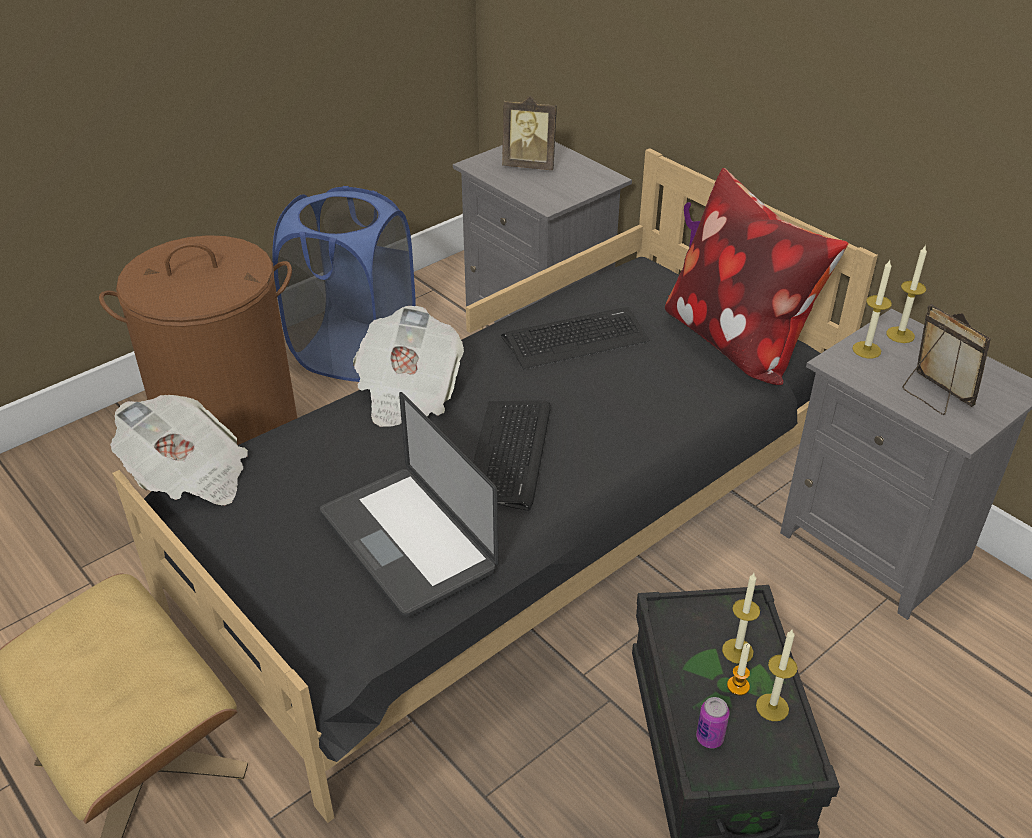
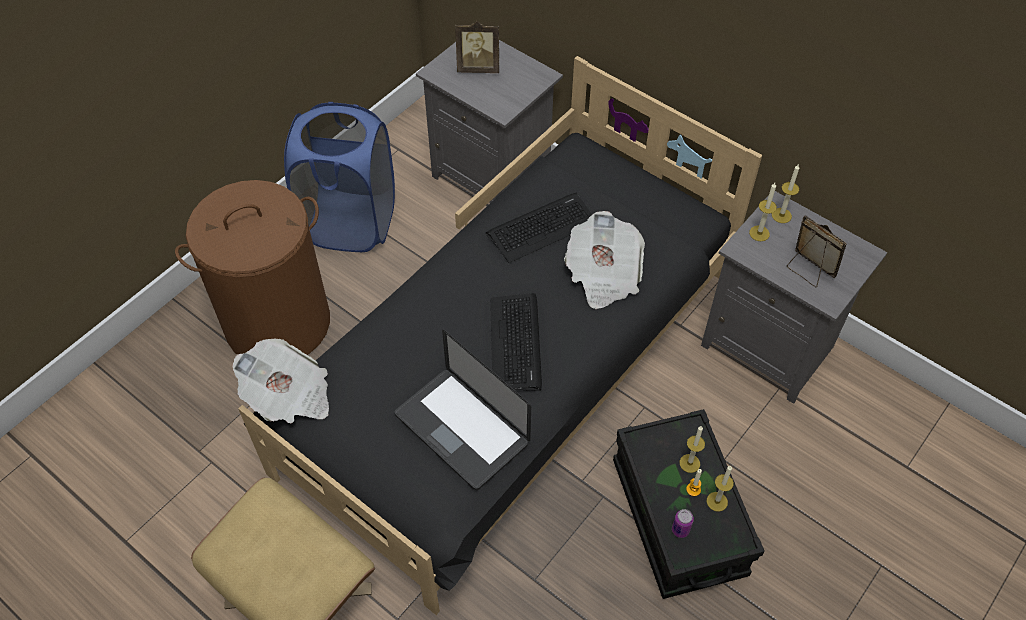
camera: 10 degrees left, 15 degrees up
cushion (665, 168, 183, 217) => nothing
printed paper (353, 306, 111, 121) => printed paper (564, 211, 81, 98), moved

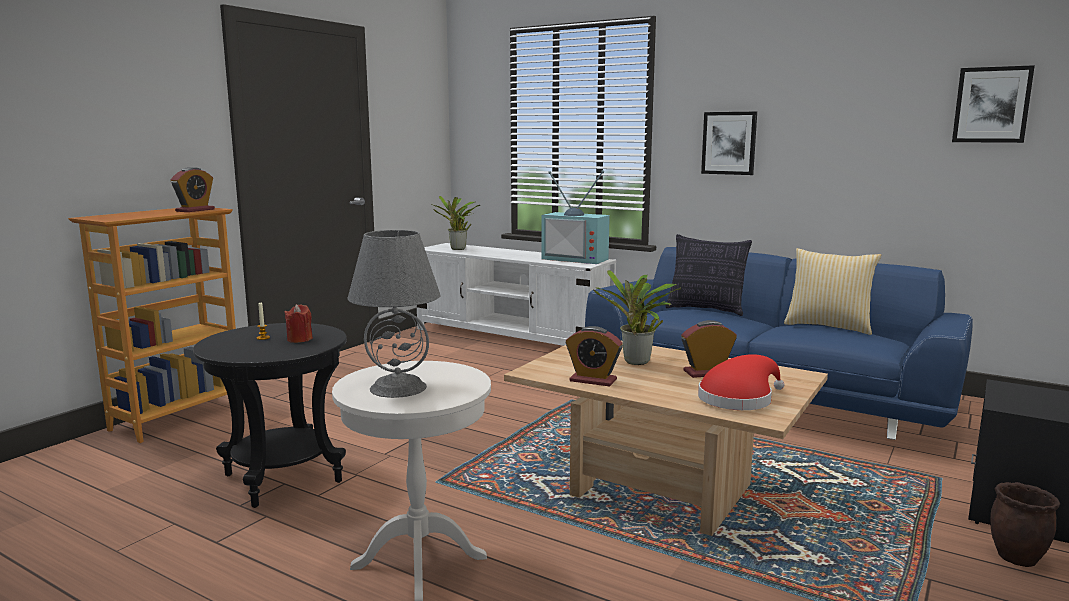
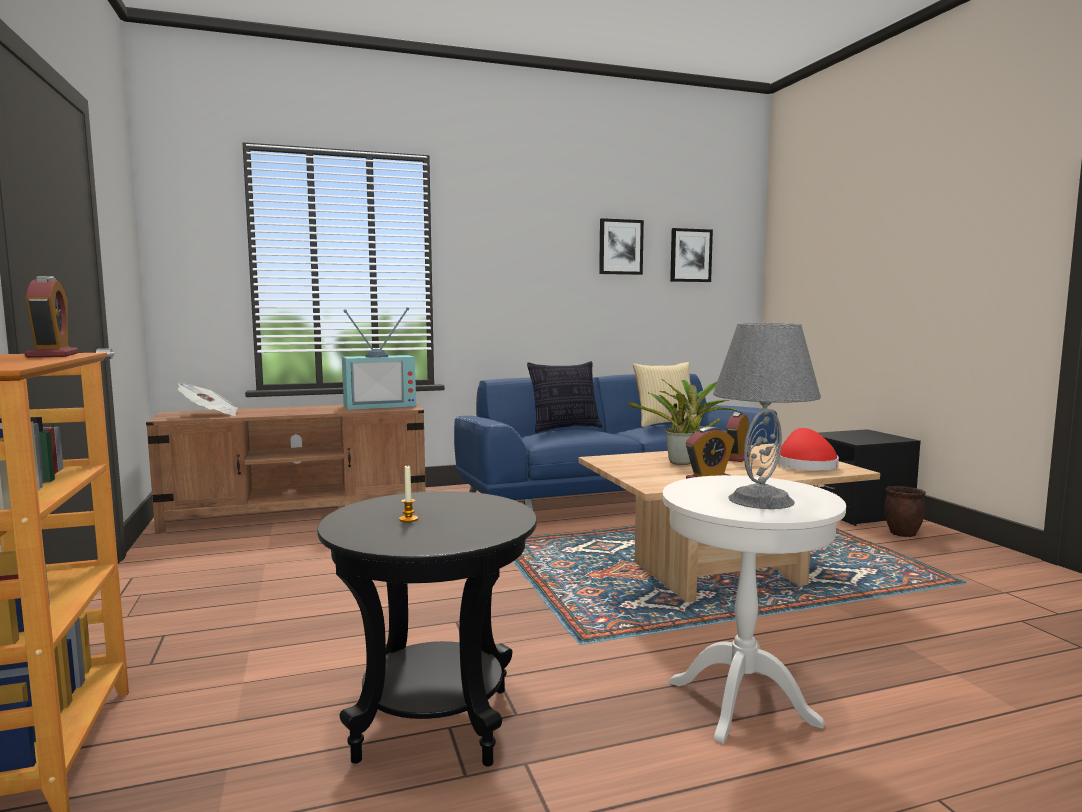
camera: 50 degrees left, 5 degrees down
red-coloured wax light (285, 304, 28, 39) => nothing
picture (701, 112, 56, 63) => picture (599, 218, 45, 57), moved
potted plant (431, 196, 49, 54) => printed paper (178, 383, 60, 33)
whitish tv unit (417, 243, 199, 103) => brown-coloured tv unit (146, 403, 280, 130)

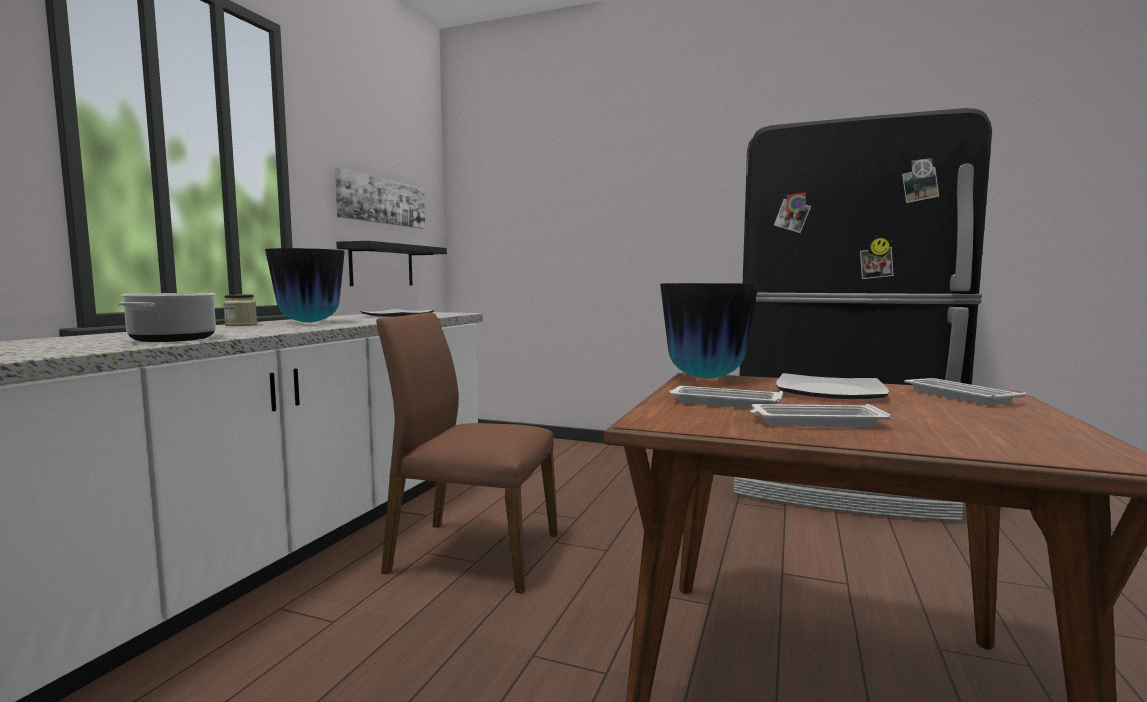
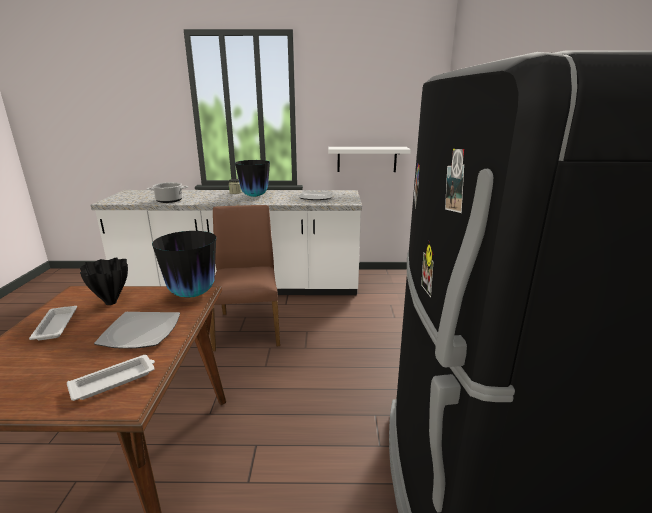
camera: 70 degrees right, 15 degrees up
picture (335, 168, 90, 61) => nothing
whitish tray (669, 386, 114, 23) => black vase (80, 257, 48, 48)
black bracket shelf (336, 241, 111, 45) => whitish bracket shelf (328, 147, 83, 25)

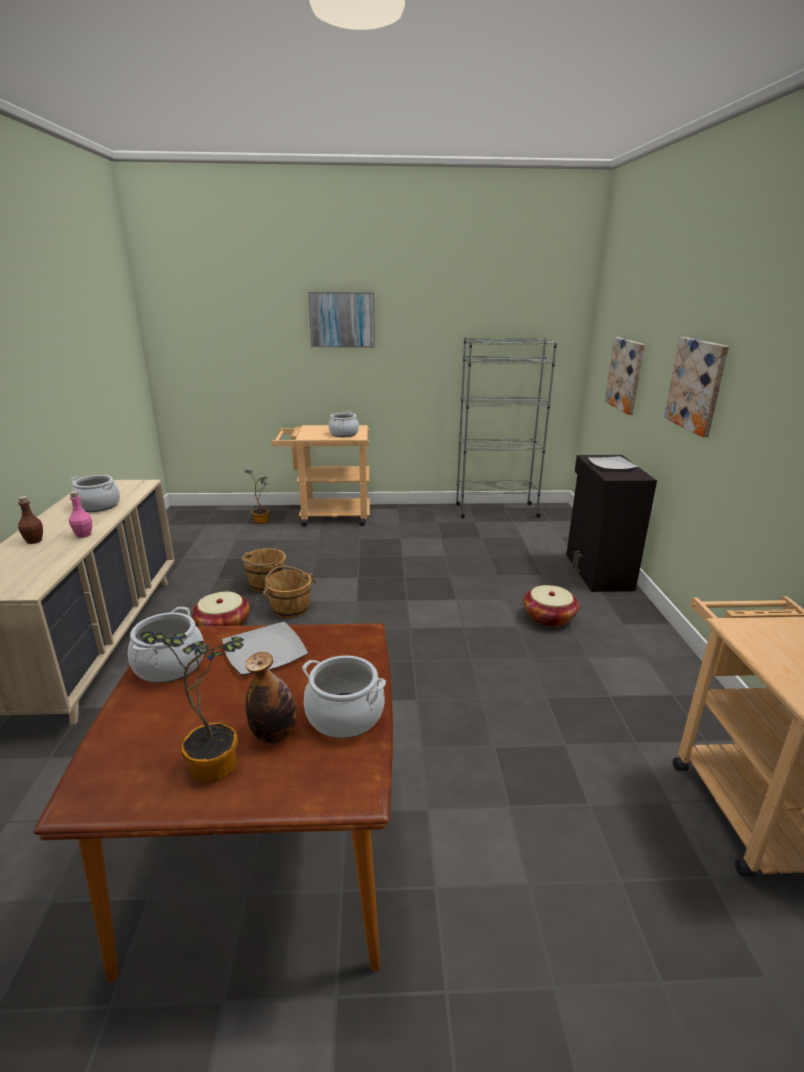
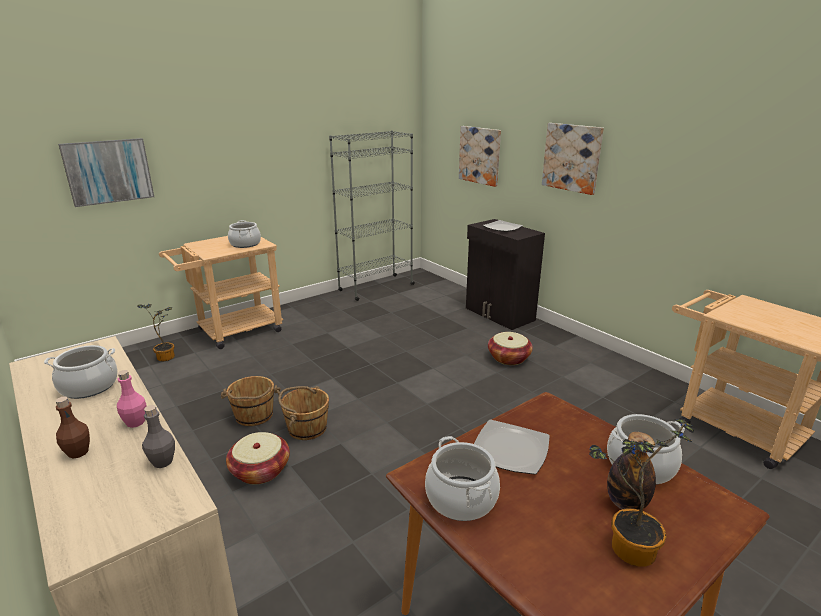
camera: 35 degrees left, 0 degrees up
nothing => greyish drink bottle (142, 405, 33, 63)
picture (308, 292, 67, 56) => picture (58, 138, 96, 69), moved

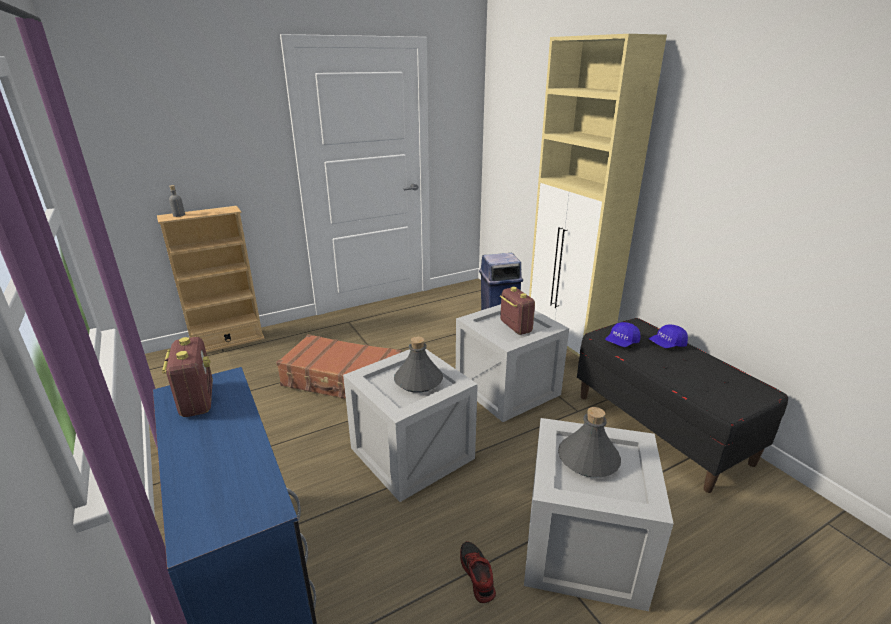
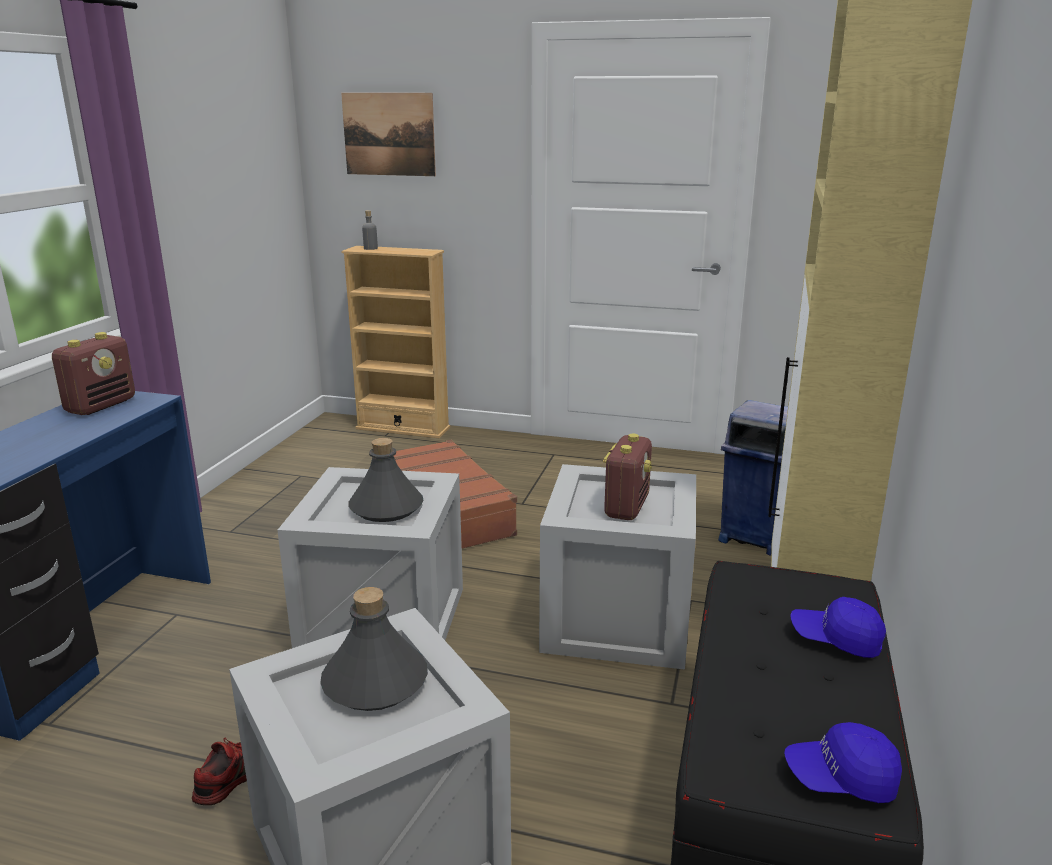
camera: 45 degrees right, 5 degrees down
nothing => picture (341, 93, 95, 83)
blue baseball cap (605, 322, 35, 25) => blue baseball cap (784, 722, 118, 81), moved

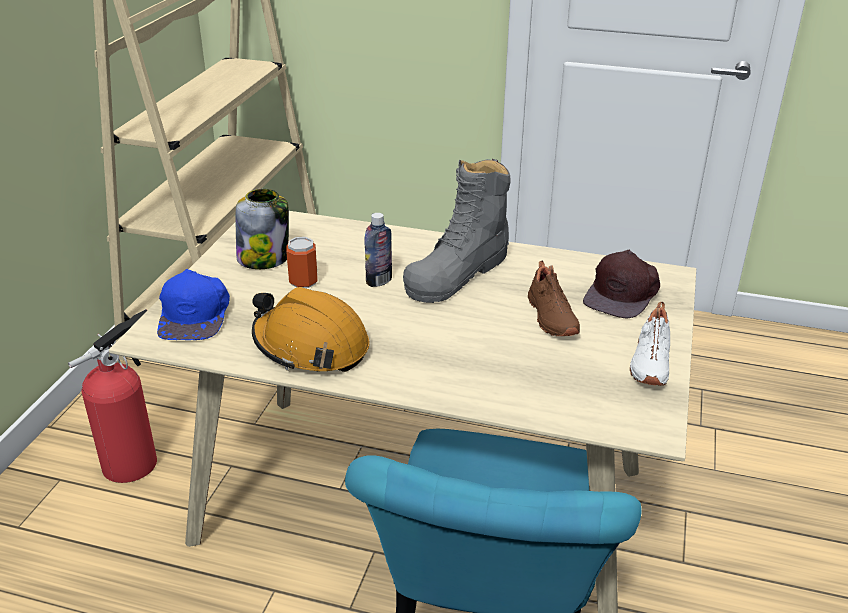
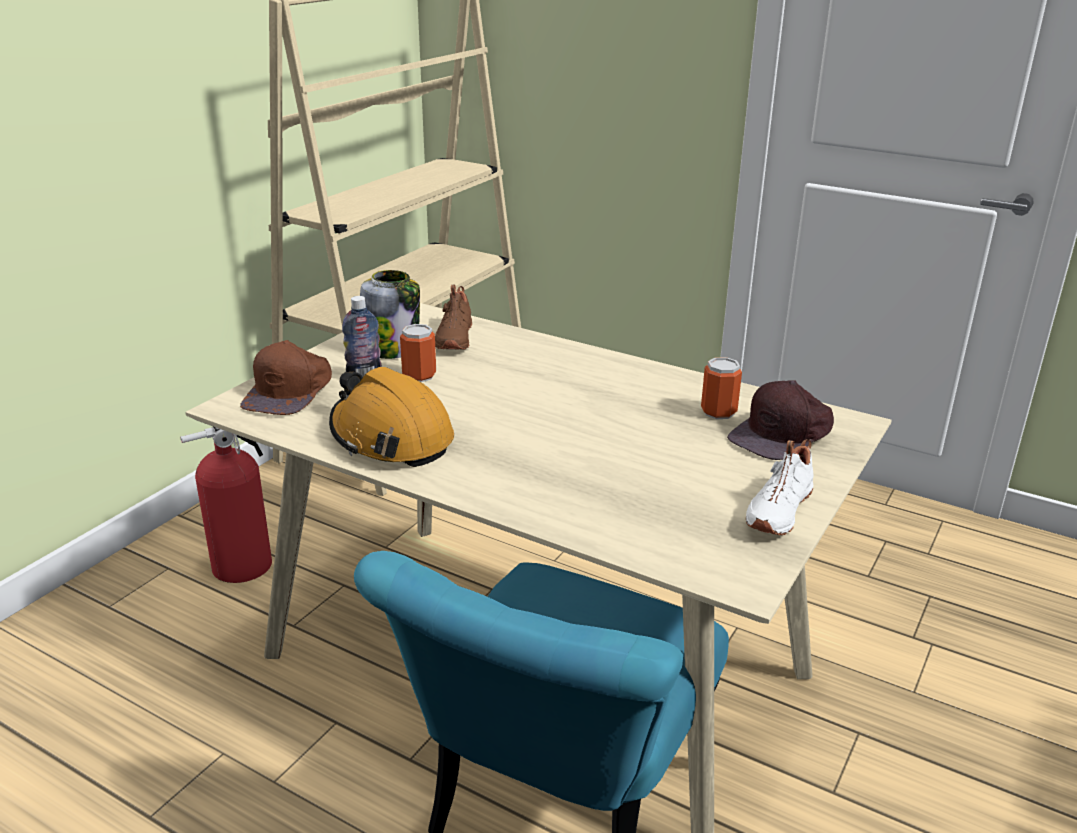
camera: 15 degrees right, 5 degrees down
greyish high-top boot (403, 159, 108, 144) => nothing
nothing => sealed can (701, 357, 41, 62)
drink bottle (365, 213, 27, 74) => drink bottle (342, 296, 40, 81), moved
brown-coloured shoe (528, 261, 52, 75) => brown-coloured shoe (435, 285, 37, 64), moved
blue baseball cap (157, 269, 73, 71) => brown-coloured baseball cap (240, 340, 92, 75)

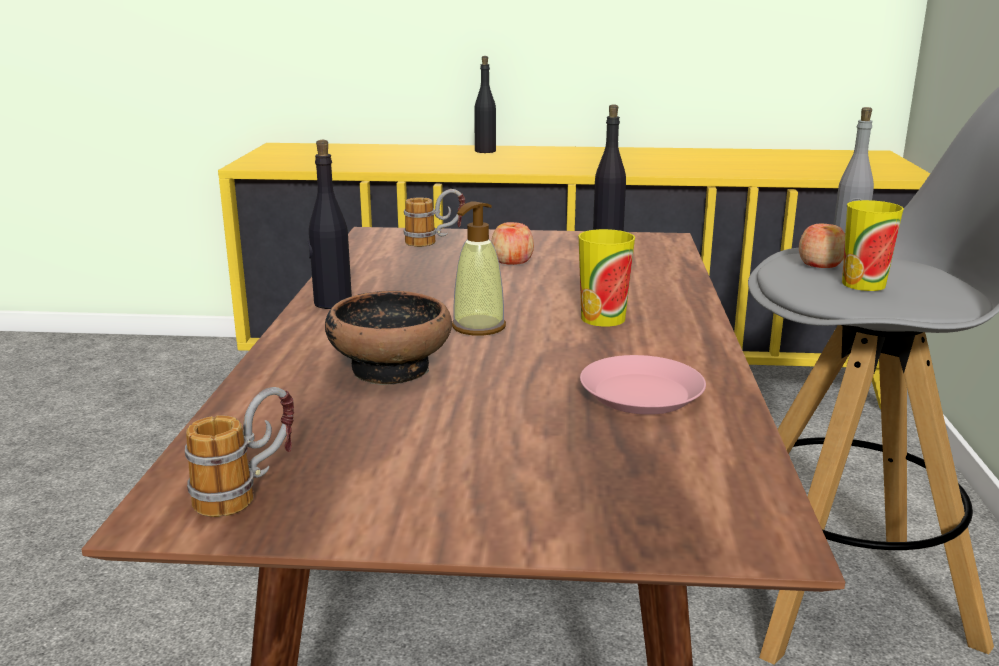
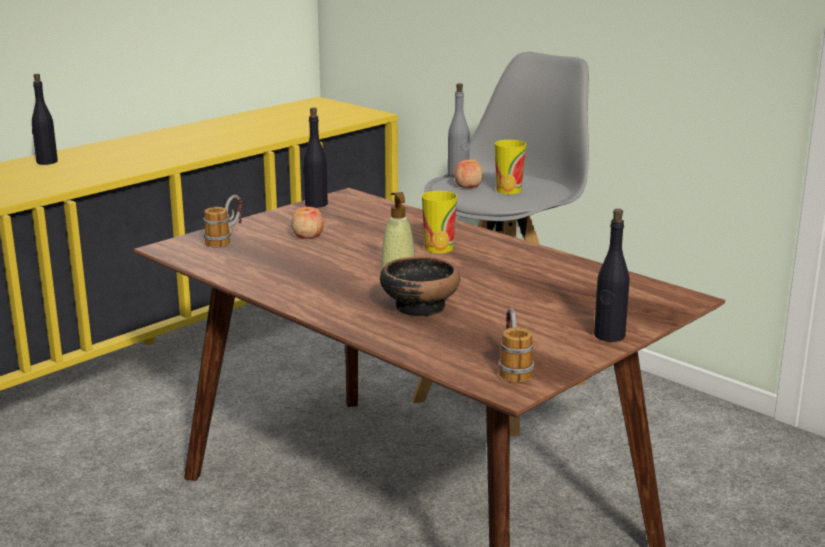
camera: 50 degrees left, 0 degrees up
pink-coloured plate (580, 355, 126, 60) => nothing
black drink bottle (308, 140, 44, 169) => black drink bottle (594, 209, 35, 133), moved

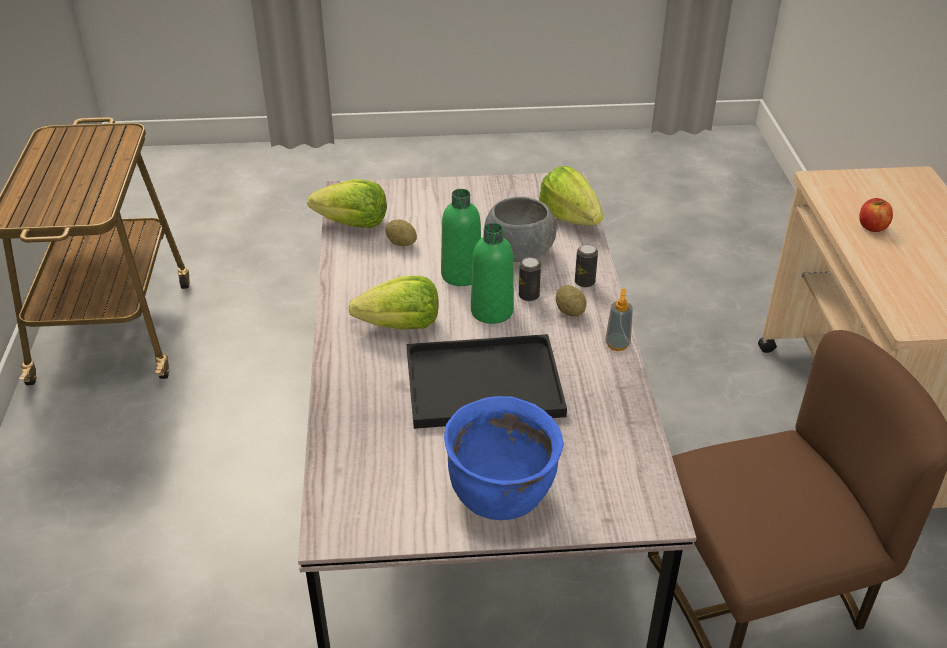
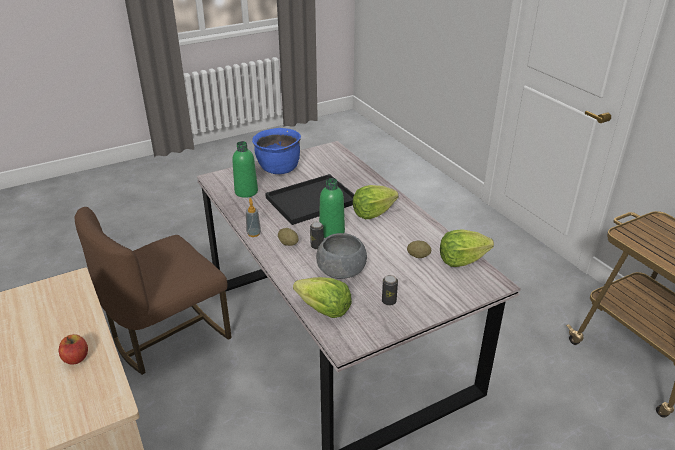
camera: 155 degrees right, 5 degrees down
green-coloured drink bottle (441, 189, 40, 97) => green-coloured drink bottle (232, 141, 26, 57), moved
sealed can (575, 244, 23, 43) => sealed can (382, 275, 16, 31), moved

